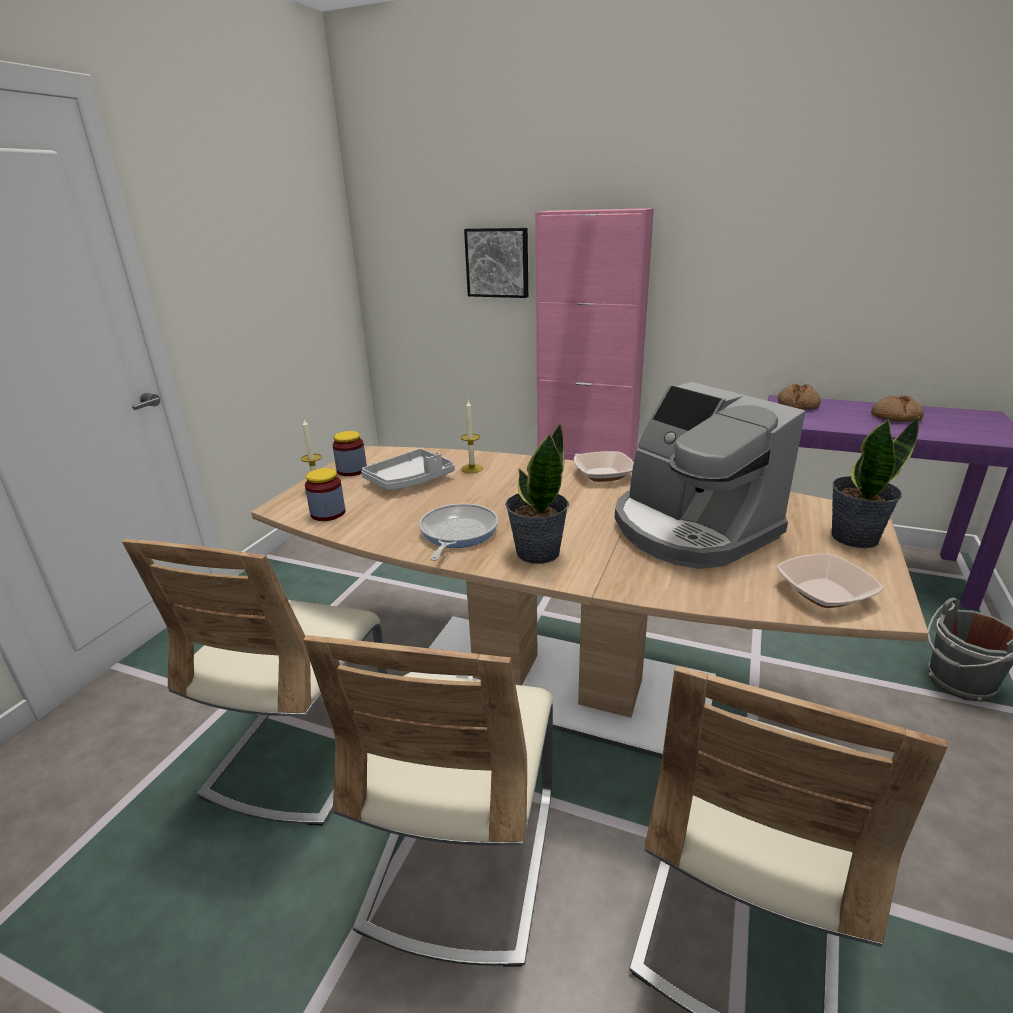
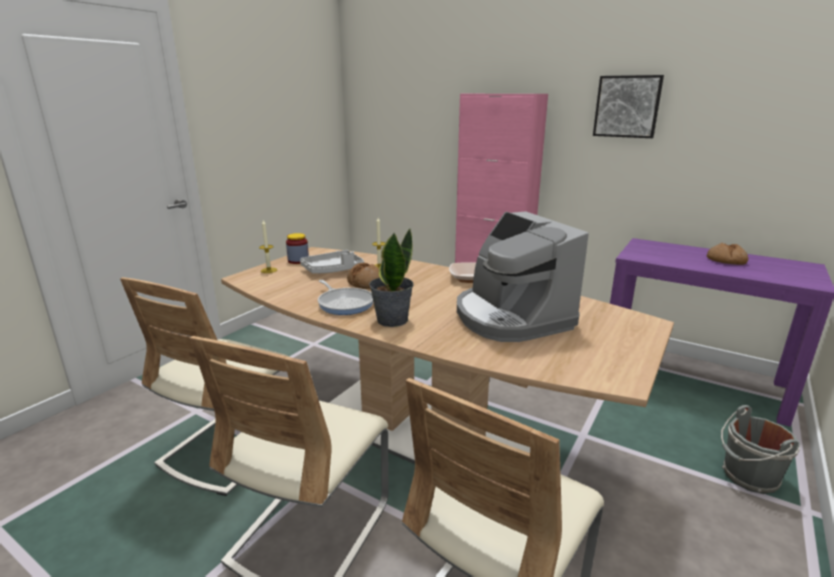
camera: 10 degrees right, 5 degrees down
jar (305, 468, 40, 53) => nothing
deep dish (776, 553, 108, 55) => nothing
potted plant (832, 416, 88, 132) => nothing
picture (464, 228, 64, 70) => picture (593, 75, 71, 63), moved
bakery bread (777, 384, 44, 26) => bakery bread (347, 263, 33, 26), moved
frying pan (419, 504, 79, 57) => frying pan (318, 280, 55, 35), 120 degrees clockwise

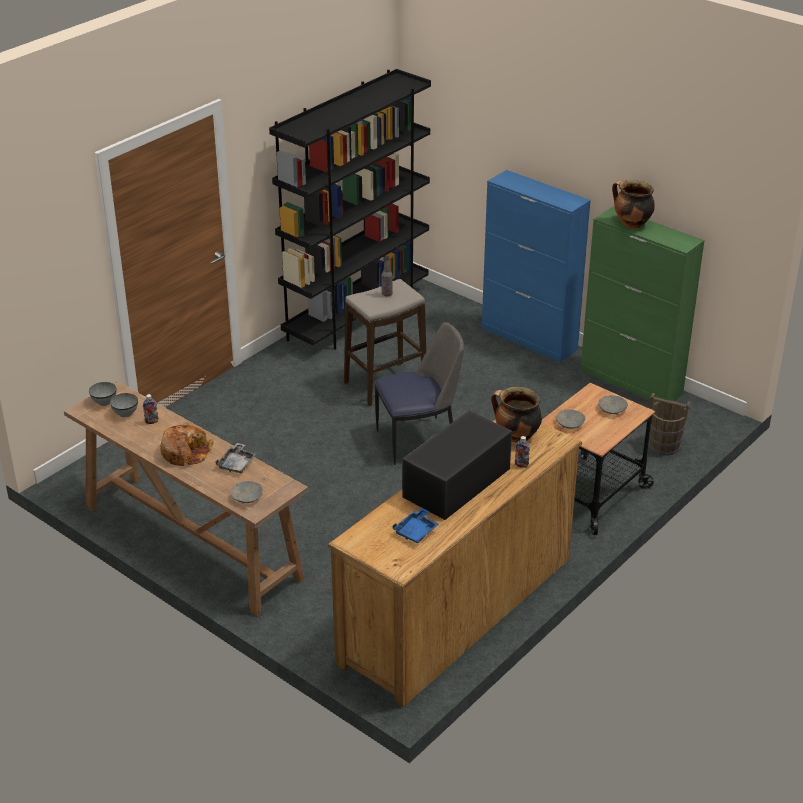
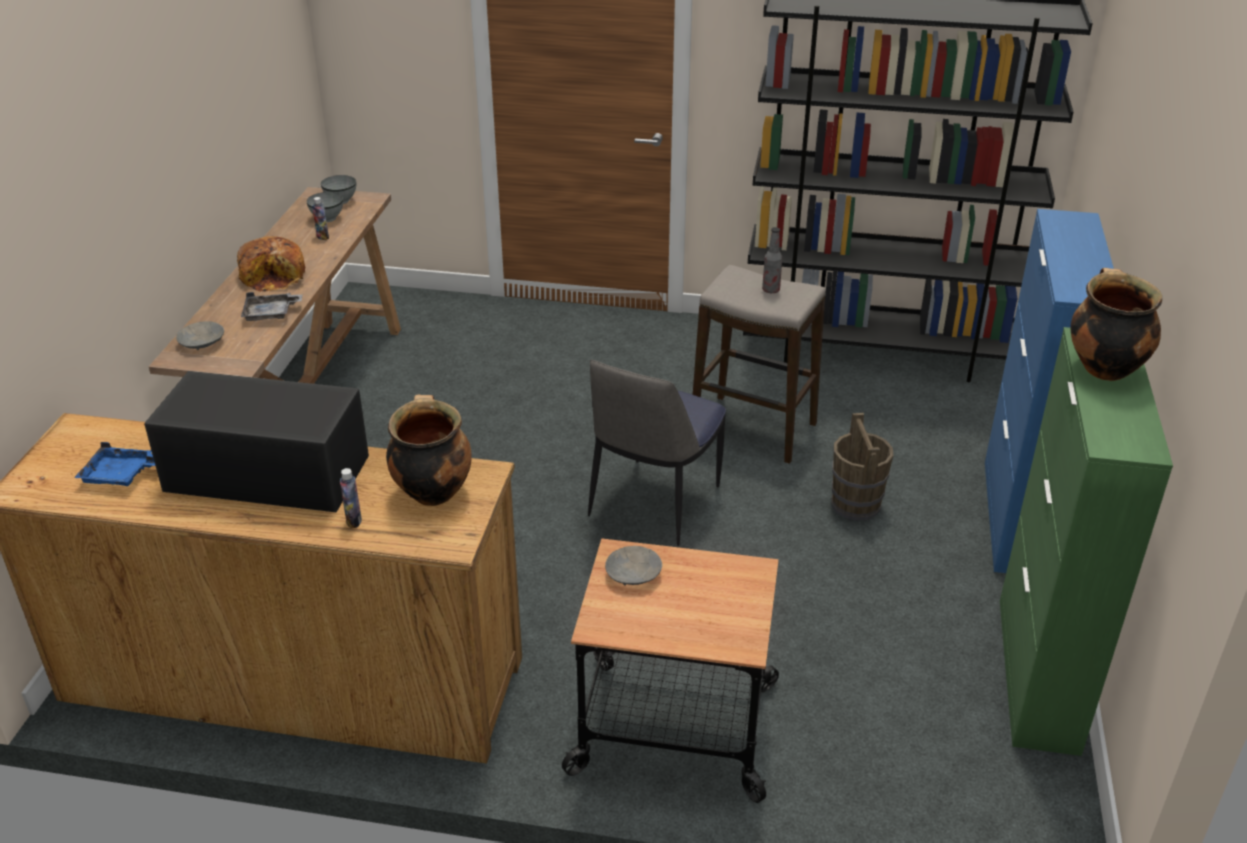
camera: 60 degrees right, 0 degrees up
greyish deep dish (598, 395, 30, 20) => nothing
brown-coloured pail (649, 393, 42, 63) => brown-coloured pail (832, 413, 61, 108), moved
plain chair (375, 322, 89, 143) => plain chair (588, 360, 138, 186), 75 degrees clockwise

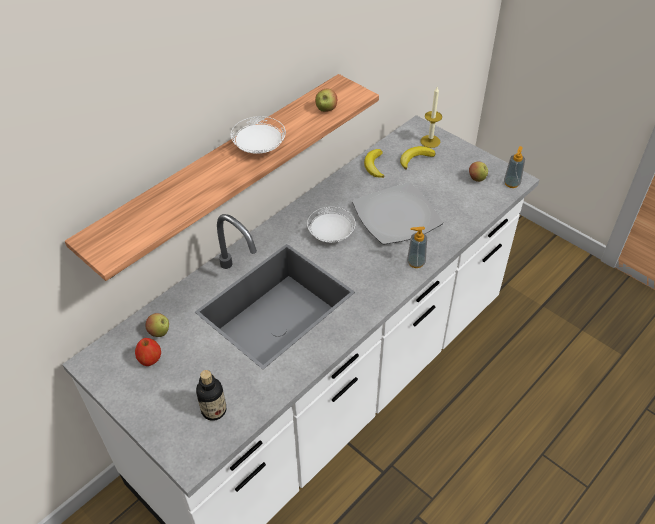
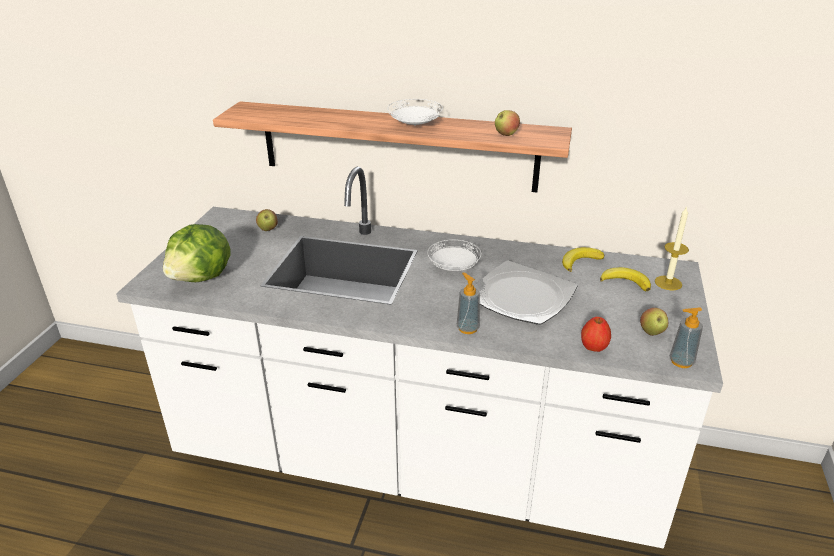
camera: 60 degrees right, 15 degrees down
apple fruit (135, 338, 26, 28) => apple fruit (581, 317, 30, 35), moved
drink bottle (196, 370, 30, 51) => lettuce (163, 224, 68, 58)

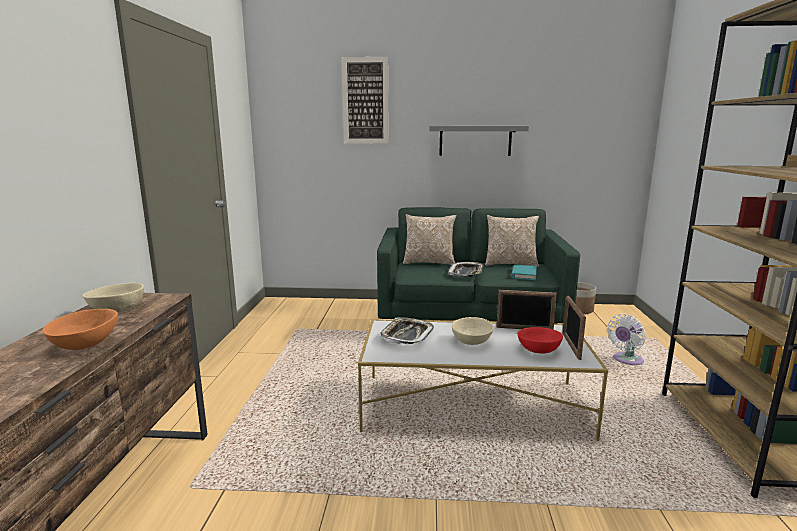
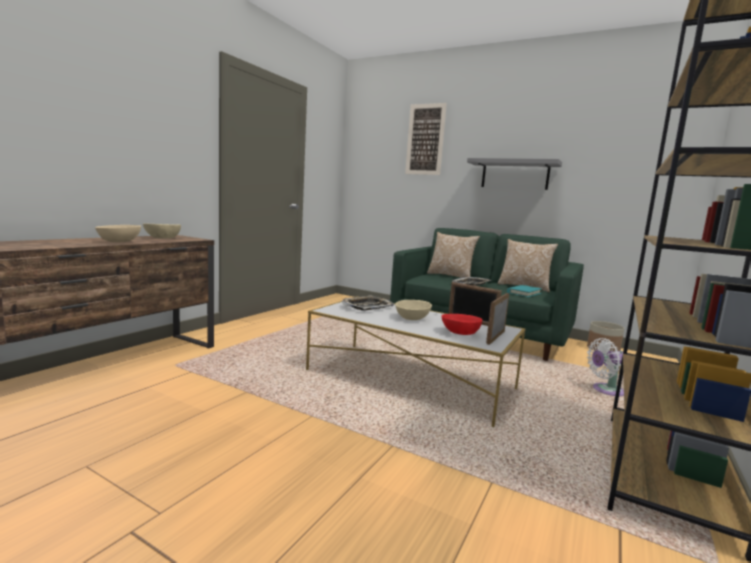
camera: 25 degrees right, 5 degrees down
orange deep dish (42, 309, 76, 41) => sand-coloured deep dish (95, 225, 46, 17)

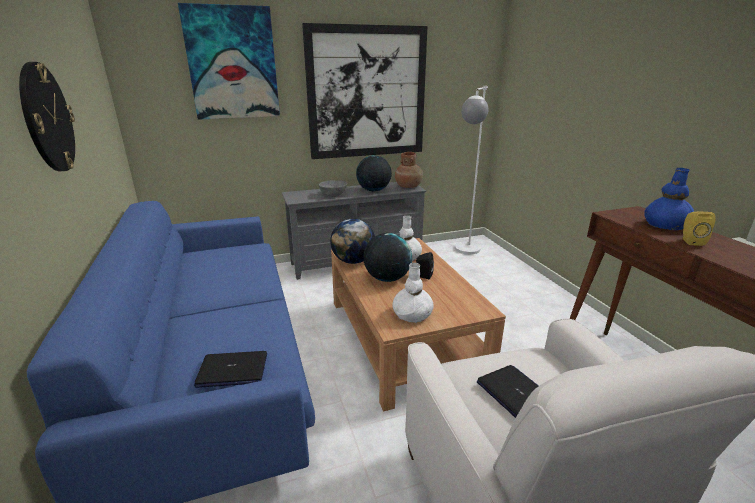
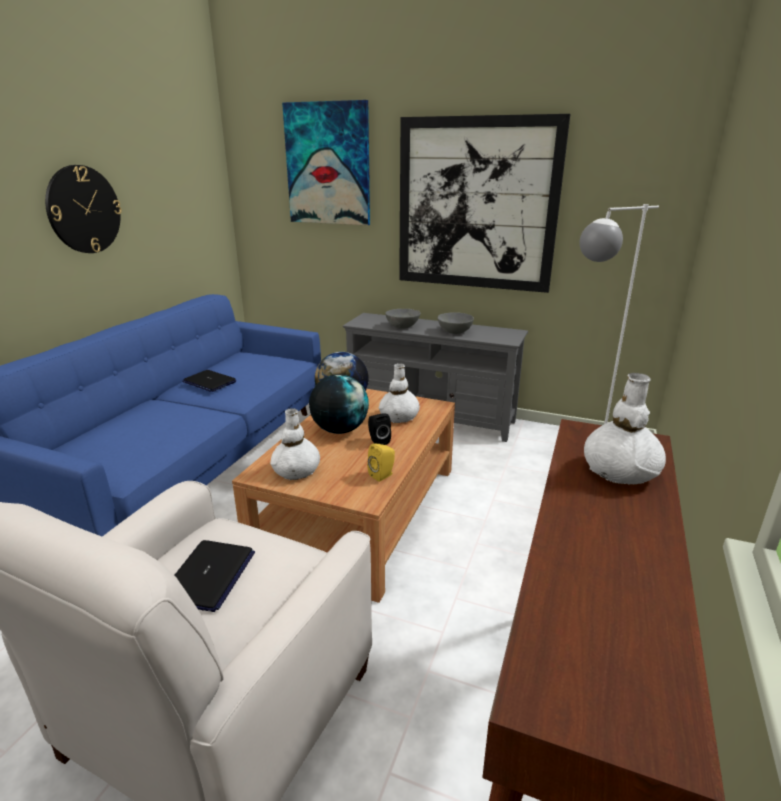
camera: 40 degrees right, 0 degrees up
brown-coloured vase (395, 152, 28, 36) => nothing
portable computer (194, 351, 73, 37) => portable computer (182, 370, 54, 22), moved
yellow-coloured loudspeaker (683, 212, 33, 34) => yellow-coloured loudspeaker (367, 444, 28, 38), moved
world globe (356, 155, 36, 36) => greyish deep dish (437, 312, 37, 22)
blue vase (644, 168, 50, 62) => whitish vase (584, 373, 82, 111)

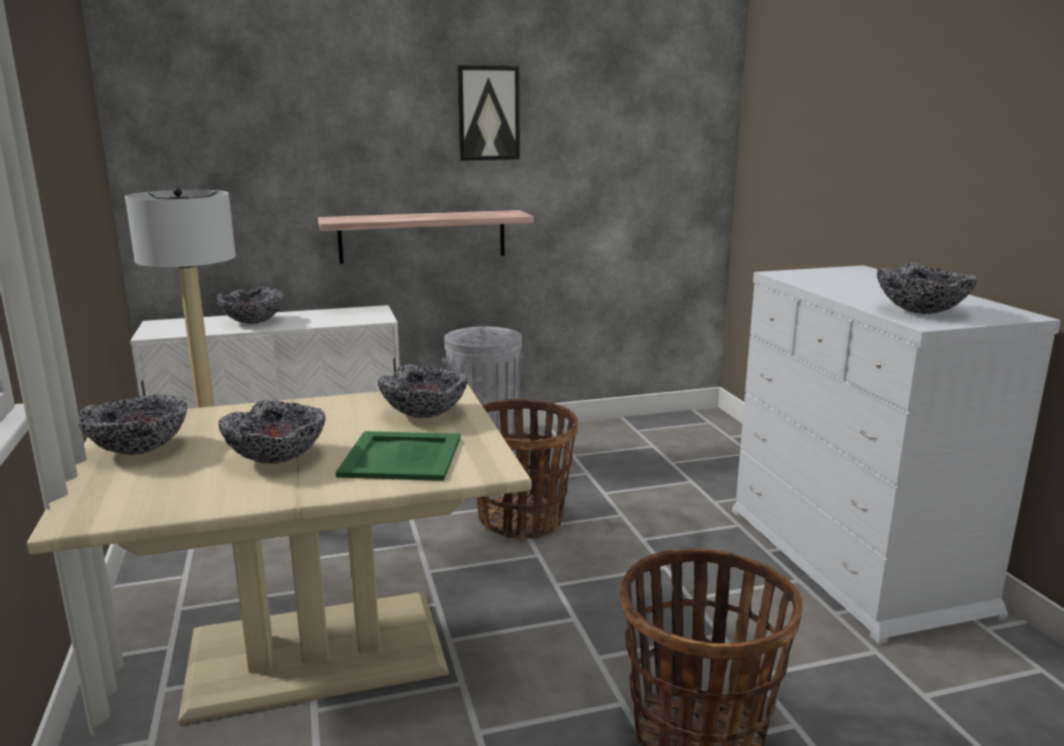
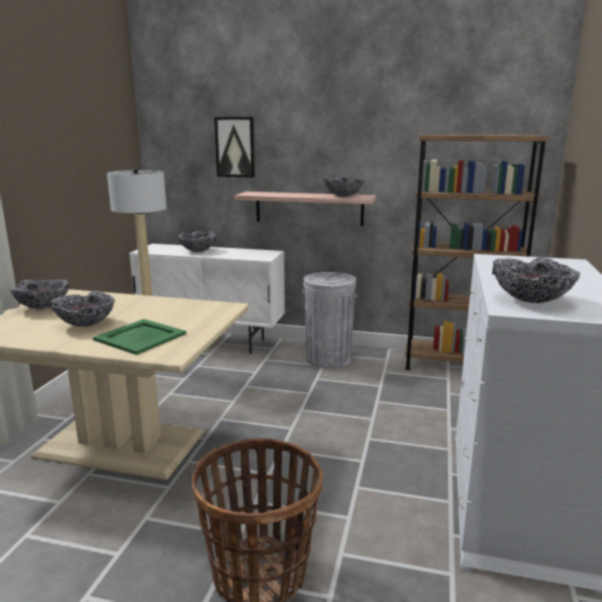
camera: 30 degrees right, 0 degrees up
household basket (477, 398, 101, 142) => nothing
nothing => brown-coloured shelving unit (405, 135, 144, 235)
deep dish (378, 364, 89, 54) => deep dish (323, 176, 42, 21), moved
picture (457, 65, 63, 96) => picture (214, 117, 41, 61), moved

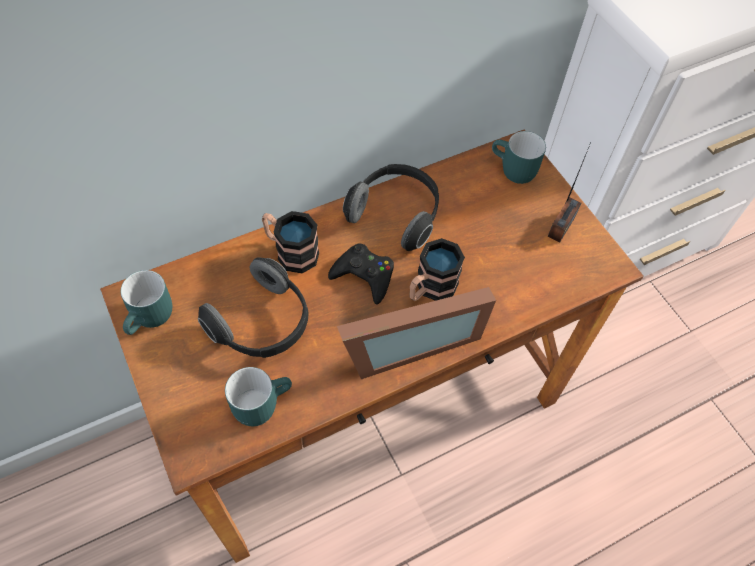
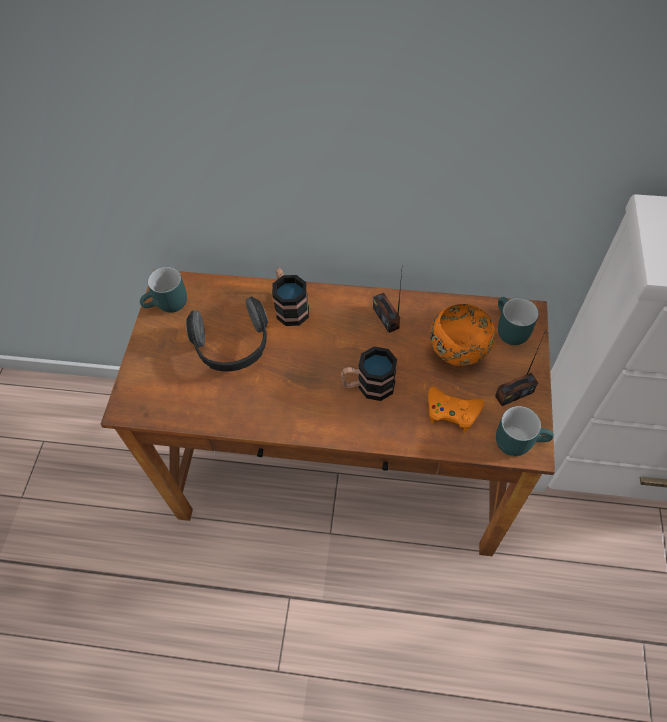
camera: 40 degrees right, 0 degrees up
black gamepad (328, 243, 66, 62) => nothing
standing frame (337, 287, 159, 92) => nothing
nothing => orange gamepad (428, 387, 56, 46)
nothing => orange deep dish (430, 304, 65, 62)
turquoise coffee mug (225, 367, 67, 59) => turquoise coffee mug (496, 406, 58, 50), moved
headphones (343, 164, 96, 87) => radio (373, 272, 29, 61)

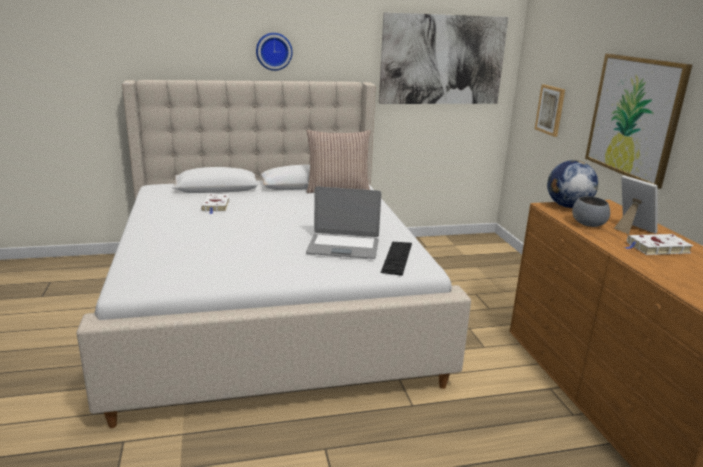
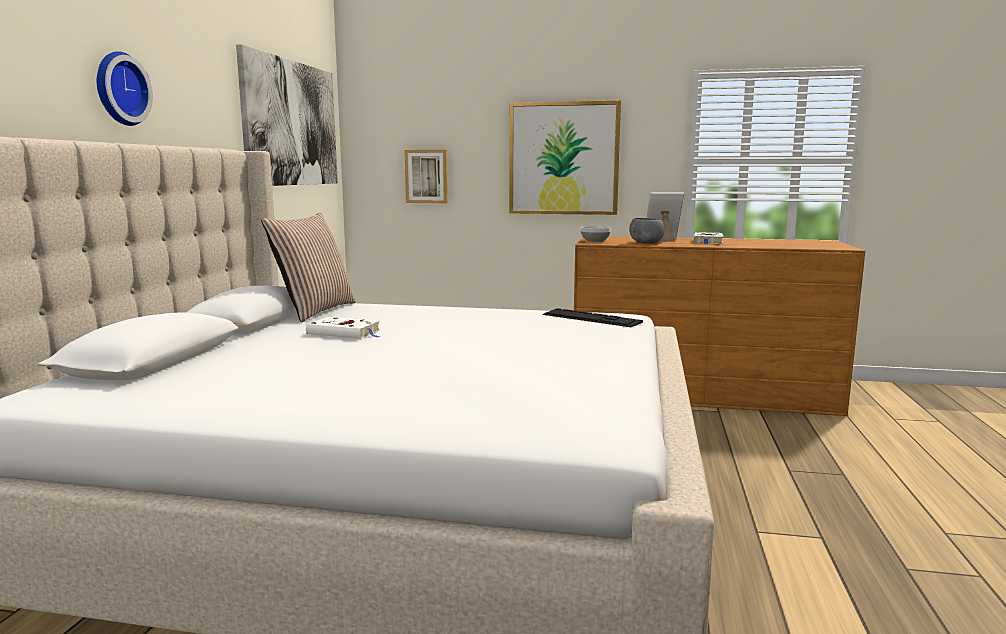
camera: 65 degrees left, 10 degrees down
portable computer (306, 186, 75, 73) => nothing
whitish bound book (201, 194, 29, 20) => whitish bound book (306, 317, 74, 22), moved
world globe (547, 160, 51, 48) => deep dish (581, 226, 30, 16)

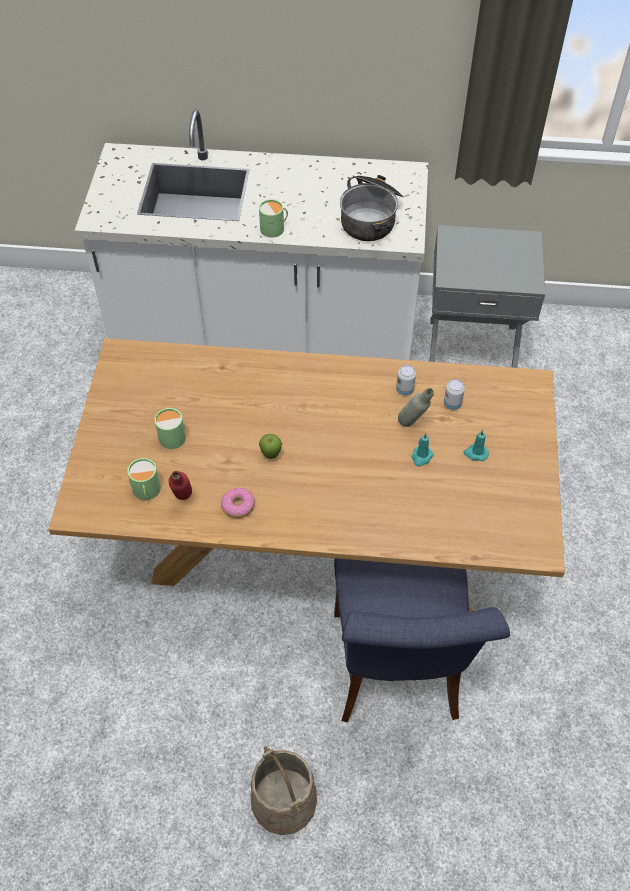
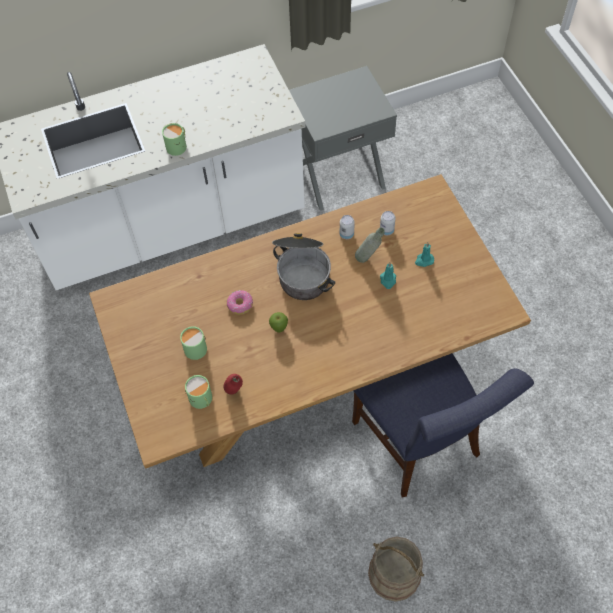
camera: 25 degrees left, 5 degrees up
doughnut (221, 488, 34, 30) => doughnut (227, 290, 26, 25), moved
cooking pot (340, 175, 64, 66) => cooking pot (272, 233, 63, 67), moved

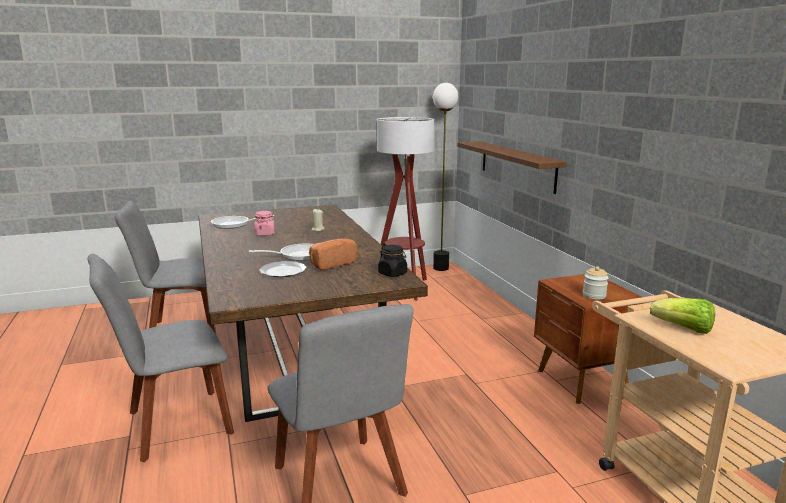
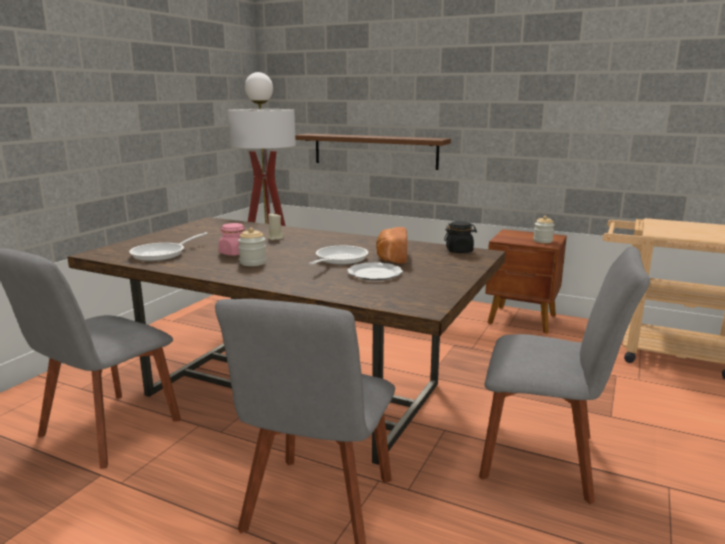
camera: 45 degrees left, 0 degrees up
lettuce (650, 298, 65, 36) => nothing
nothing => jar (238, 228, 28, 38)

